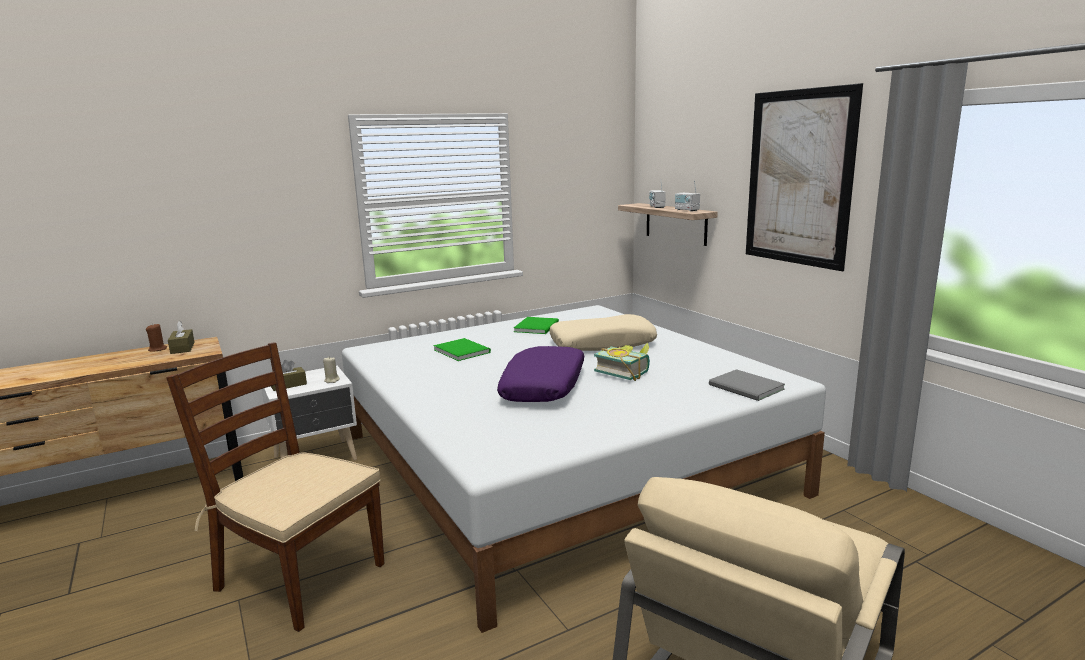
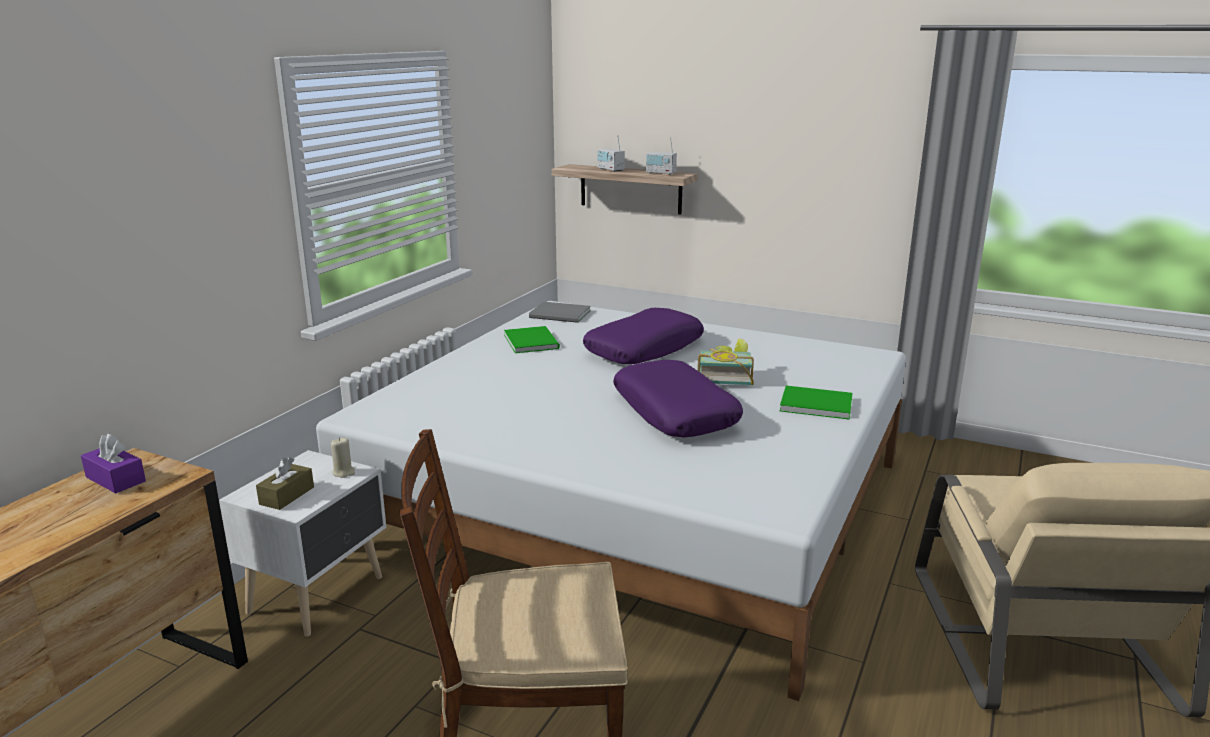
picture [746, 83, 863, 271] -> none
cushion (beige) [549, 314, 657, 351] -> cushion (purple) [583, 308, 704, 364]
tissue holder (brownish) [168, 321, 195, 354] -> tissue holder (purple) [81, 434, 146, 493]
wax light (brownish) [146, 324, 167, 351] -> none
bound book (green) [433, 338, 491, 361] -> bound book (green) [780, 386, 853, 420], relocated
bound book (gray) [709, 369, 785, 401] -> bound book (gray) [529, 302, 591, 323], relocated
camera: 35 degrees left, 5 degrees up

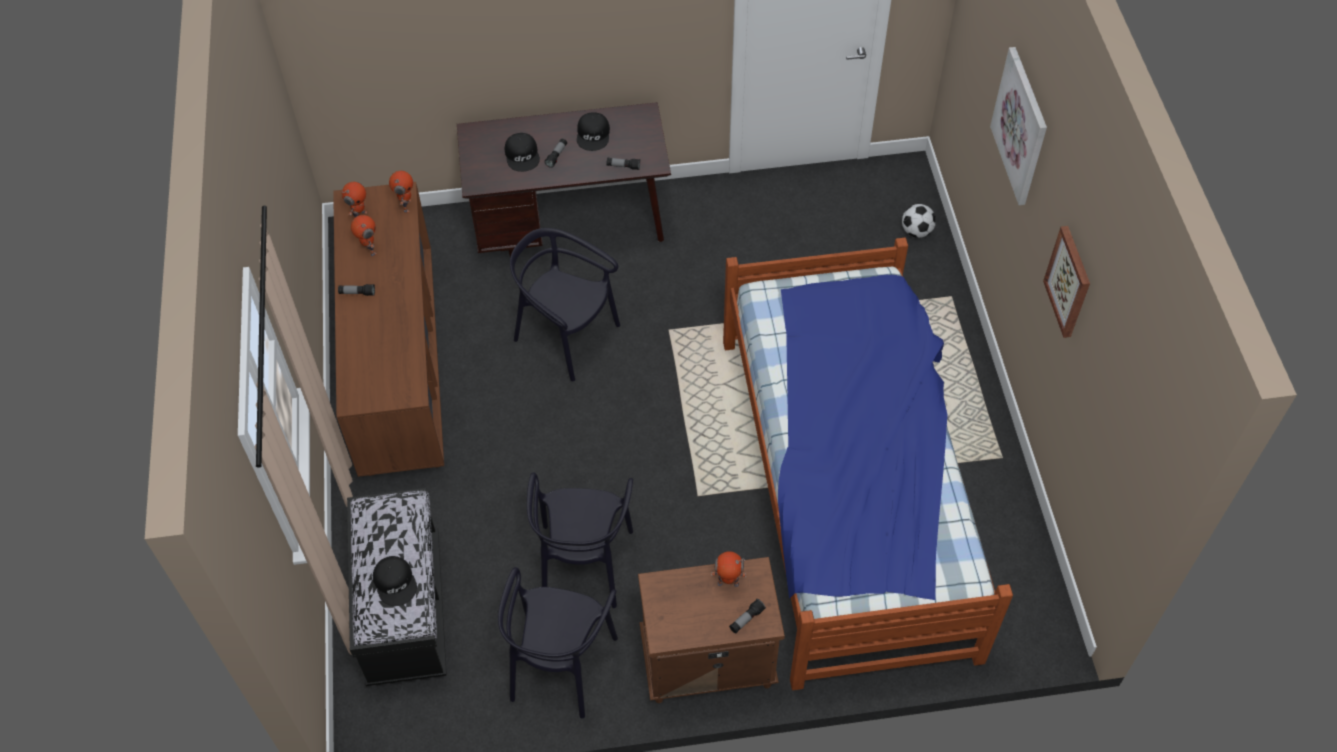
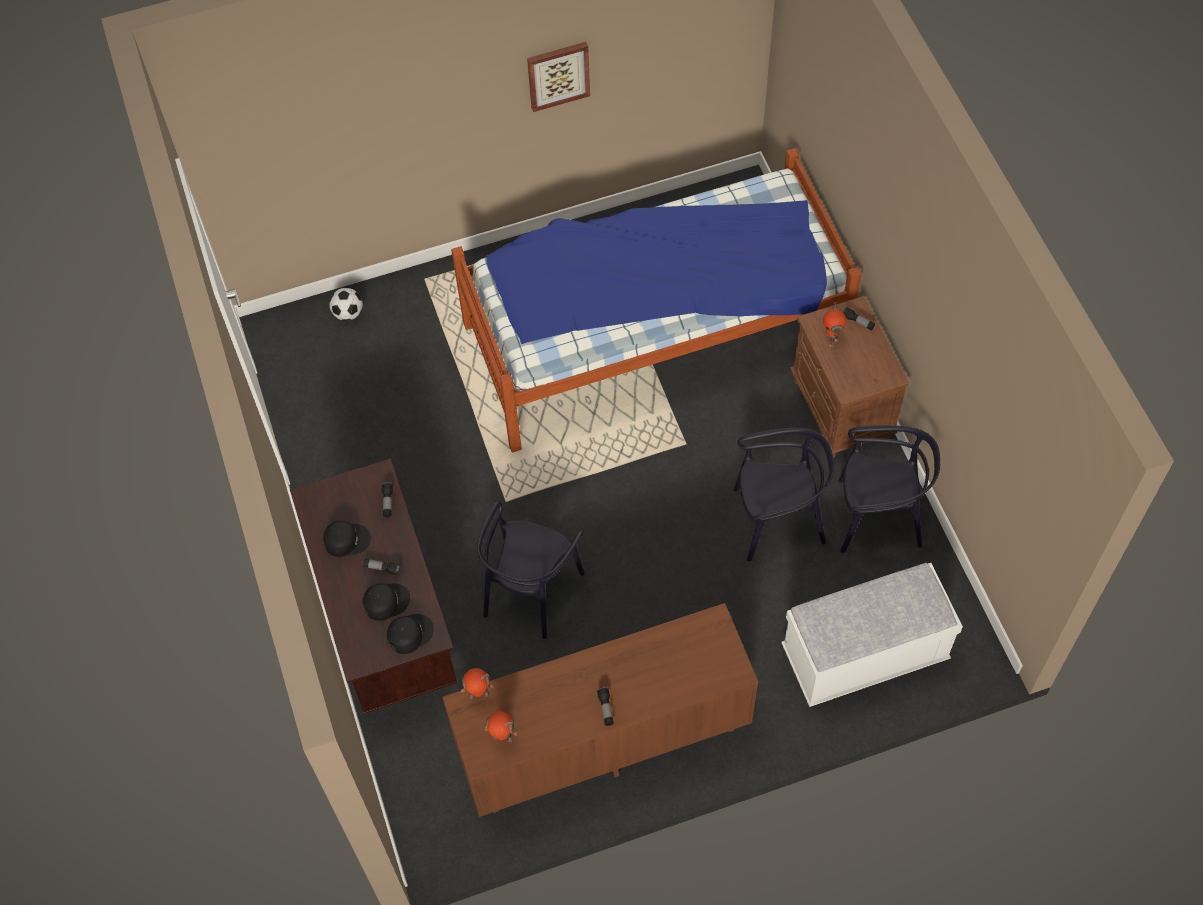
picture [990, 47, 1047, 205] -> none
toy robot [351, 215, 377, 256] -> none
indoor bench (black-coloured) [347, 488, 447, 686] -> indoor bench (white-coloured) [782, 563, 963, 707]
cap (black-coloured) [373, 556, 417, 606] -> cap (black-coloured) [387, 614, 434, 654], relocated
camera: 100 degrees left, 5 degrees up

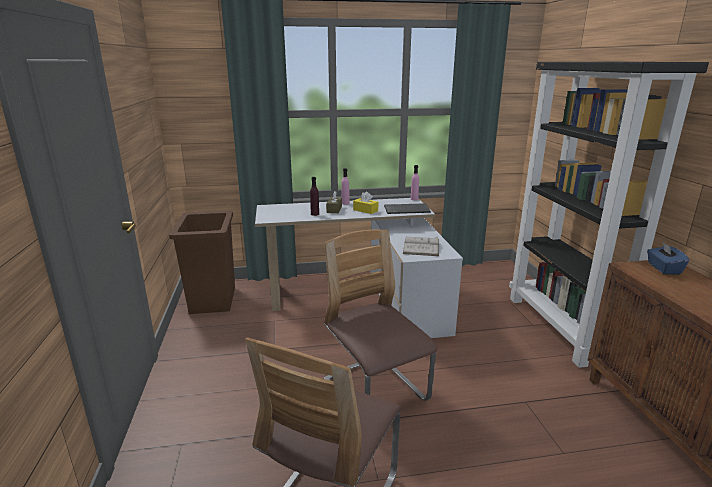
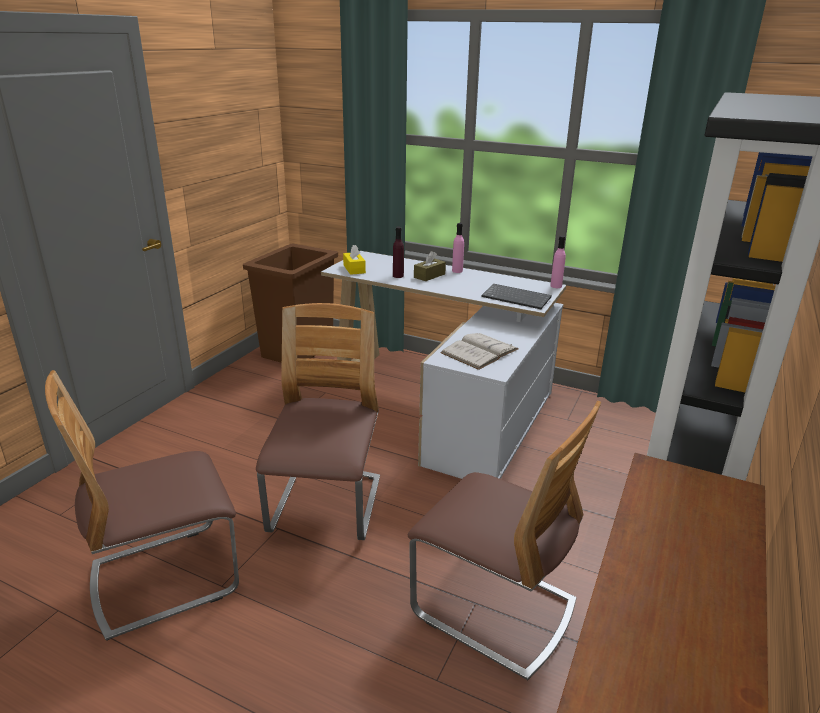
tissue holder (yellow) [353, 192, 378, 214] -> tissue holder (yellow) [343, 245, 366, 275], relocated
tissue holder (blue) [647, 242, 689, 275] -> none
none -> upright chair [408, 401, 601, 680]
camera: 35 degrees right, 5 degrees up

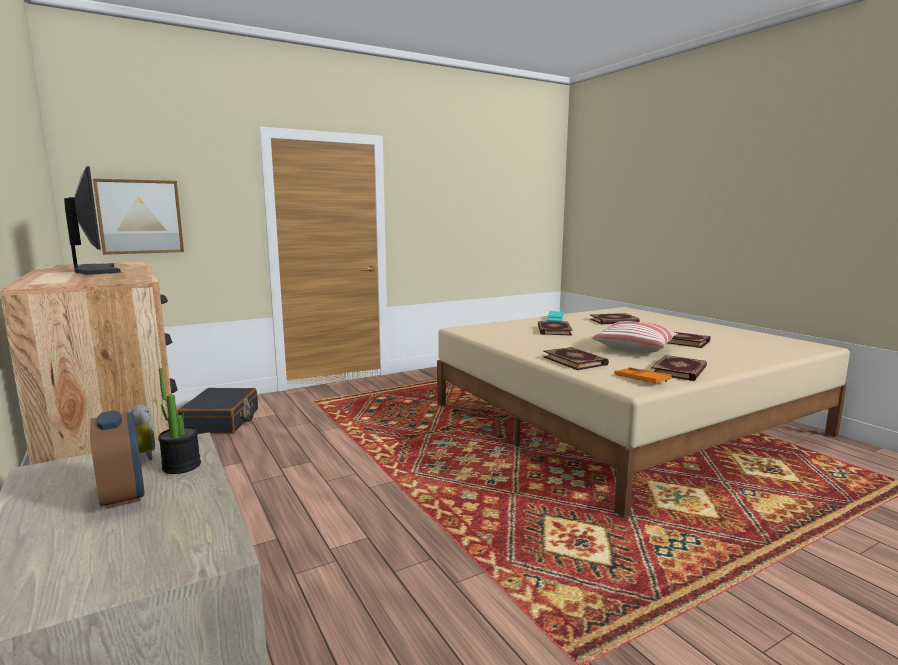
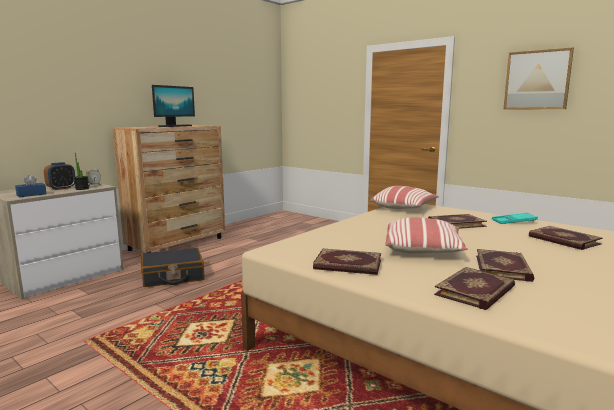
picture [93, 179, 184, 255] -> picture [504, 47, 574, 109], relocated
bound book [543, 347, 609, 370] -> bound book [434, 267, 515, 310], relocated
tray (orange-coloured) [614, 367, 672, 385] -> none
travel case (black-coloured) [177, 388, 258, 433] -> travel case (black-coloured) [141, 248, 205, 287], relocated
none -> tissue holder (blue) [15, 175, 46, 197]
none -> cushion [370, 186, 439, 209]
camera: 70 degrees right, 0 degrees up

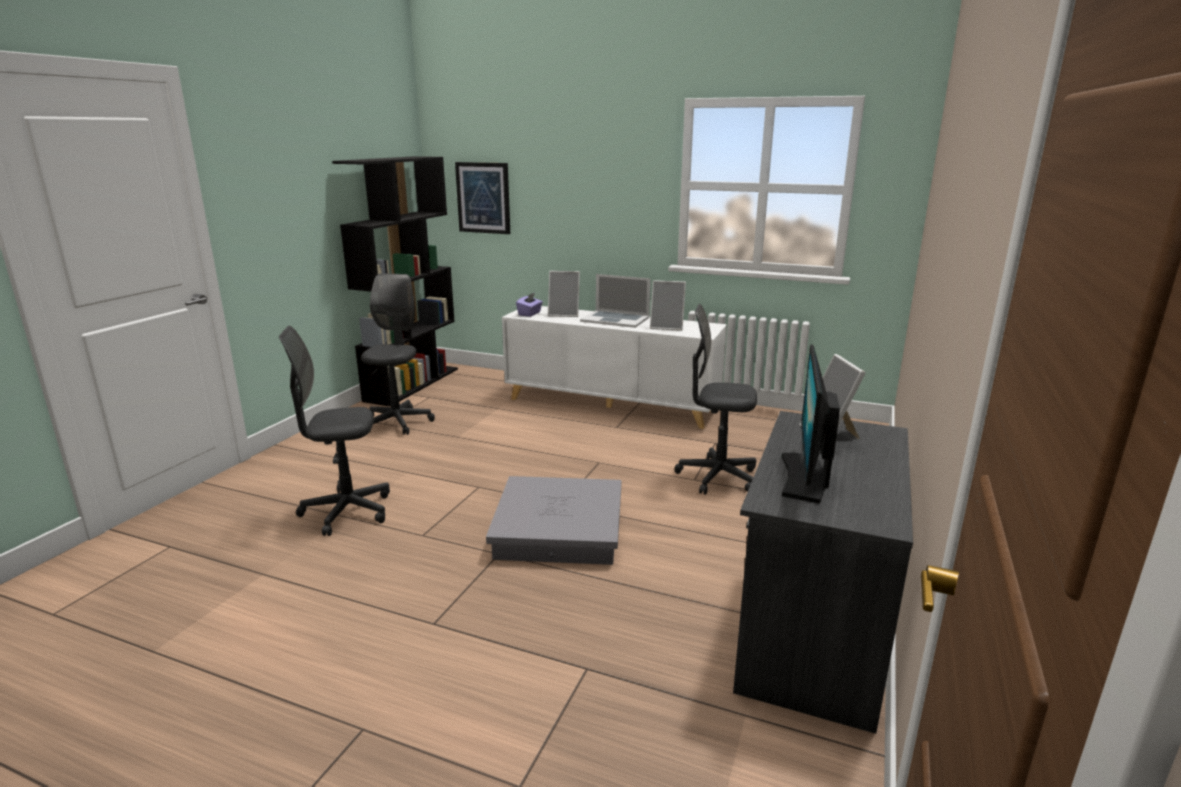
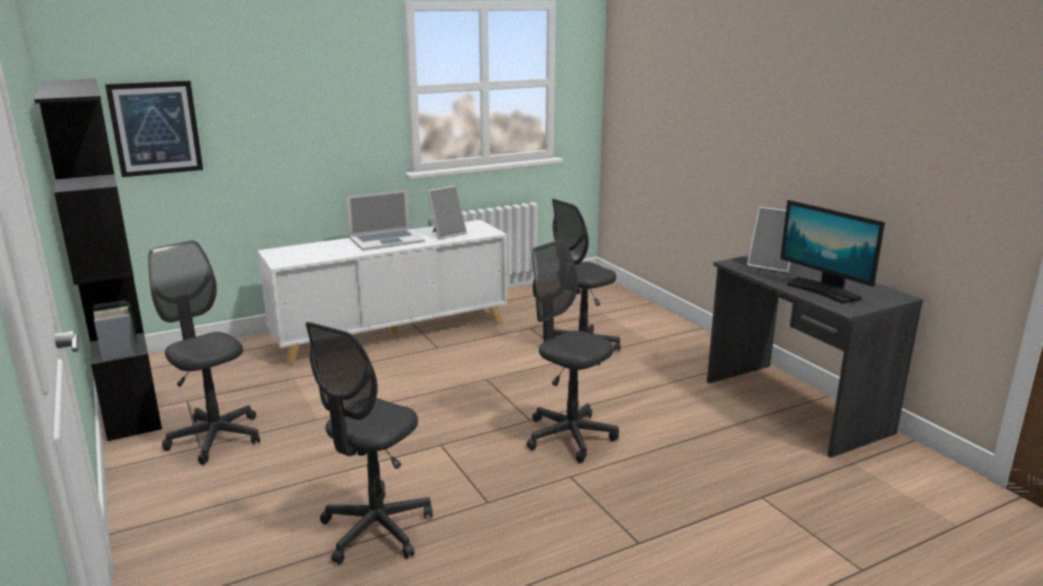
picture frame [548, 271, 580, 317] -> none
tissue holder (purple) [516, 293, 543, 317] -> none
storage box (gray) [486, 476, 621, 565] -> desk chair (gray) [527, 240, 619, 463]
camera: 50 degrees left, 0 degrees up

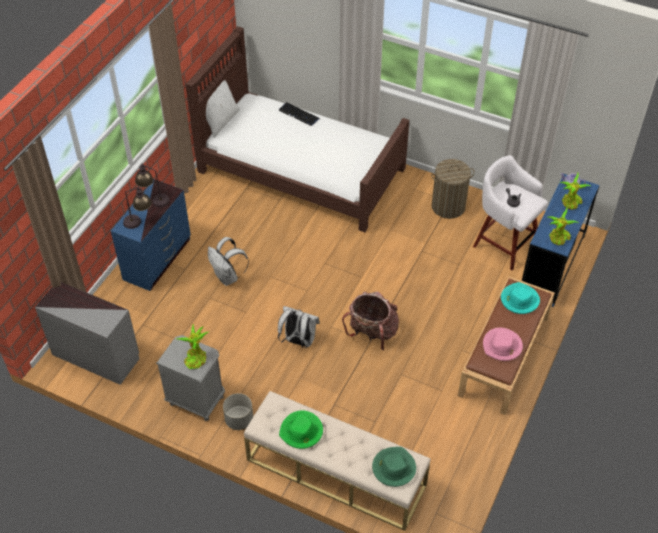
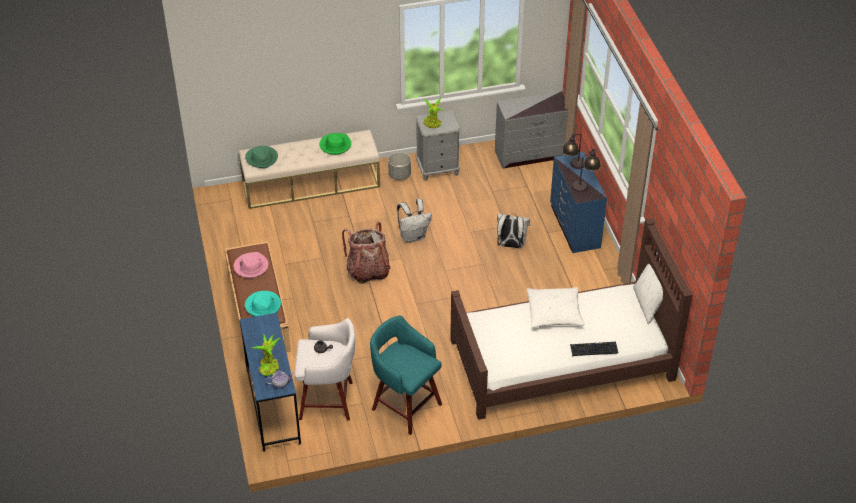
hamper [431, 159, 474, 219] -> stool seat (turquoise-coloured) [370, 316, 442, 435]
potted plant [548, 208, 578, 246] -> none
none -> cushion (white-coloured) [526, 287, 584, 328]
camera: 140 degrees right, 5 degrees down

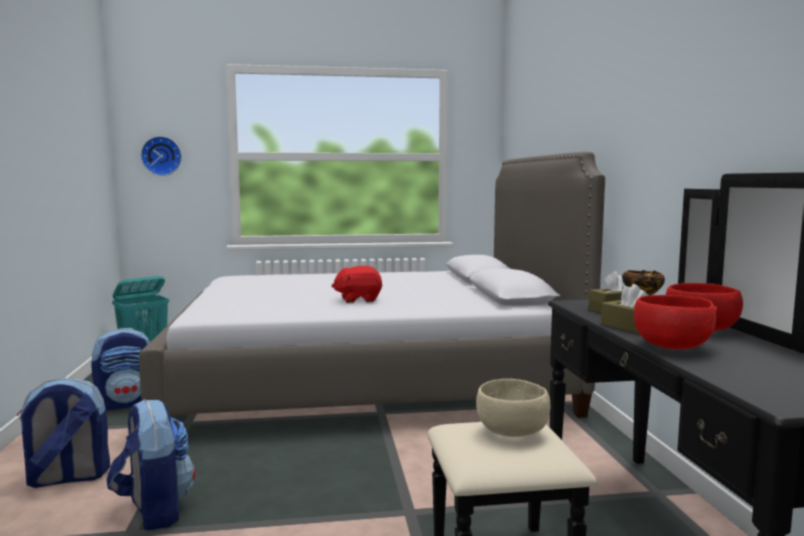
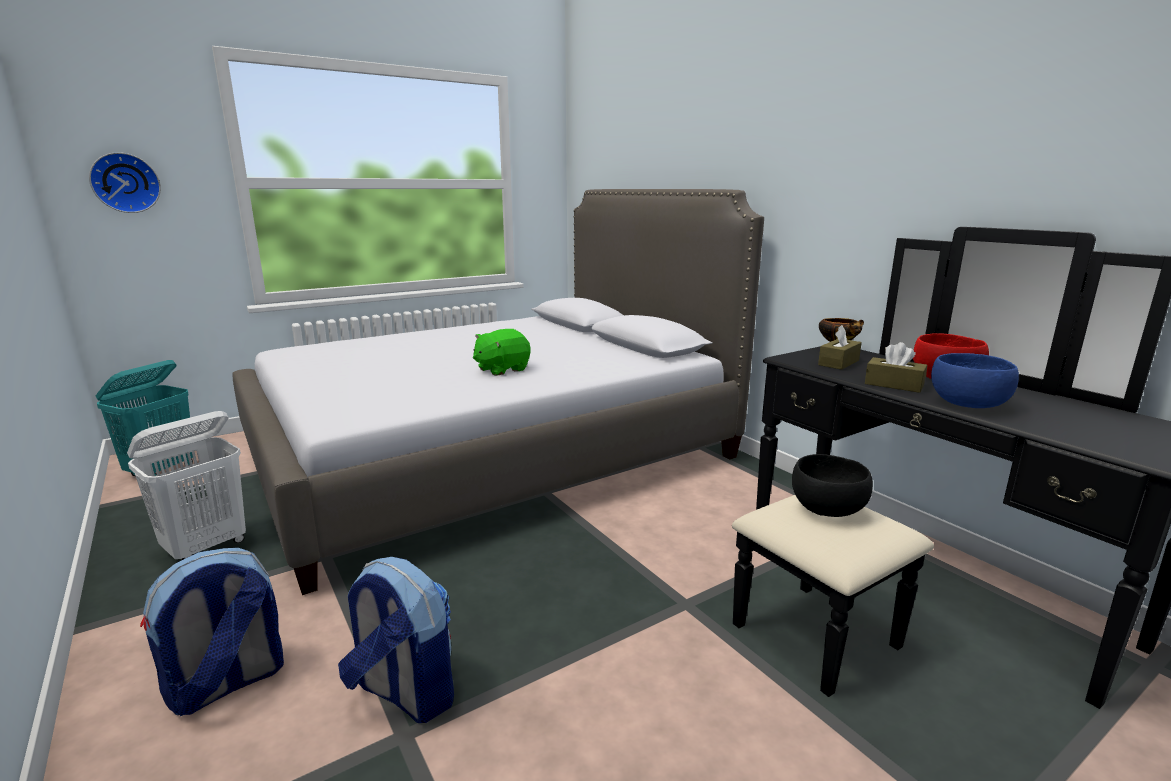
cuddly toy (reddish) [331, 266, 382, 303] -> cuddly toy (green) [473, 329, 530, 376]
serving bowl (reddish) [634, 295, 717, 349] -> serving bowl (blue) [931, 353, 1019, 408]
backpack [91, 328, 150, 410] -> hamper (white-coloured) [127, 411, 246, 560]
serving bowl (beige) [476, 379, 550, 437] -> serving bowl (black-coloured) [792, 454, 873, 517]
camera: 25 degrees left, 10 degrees up

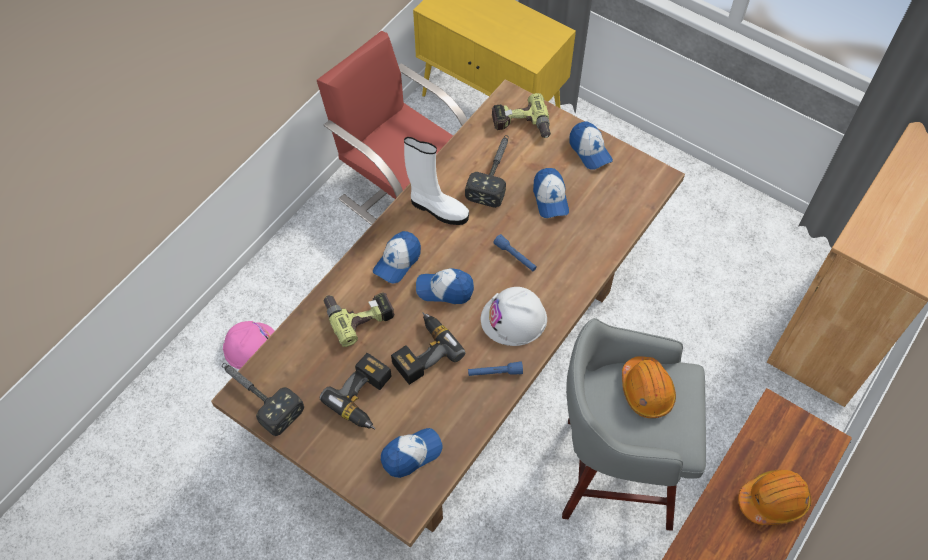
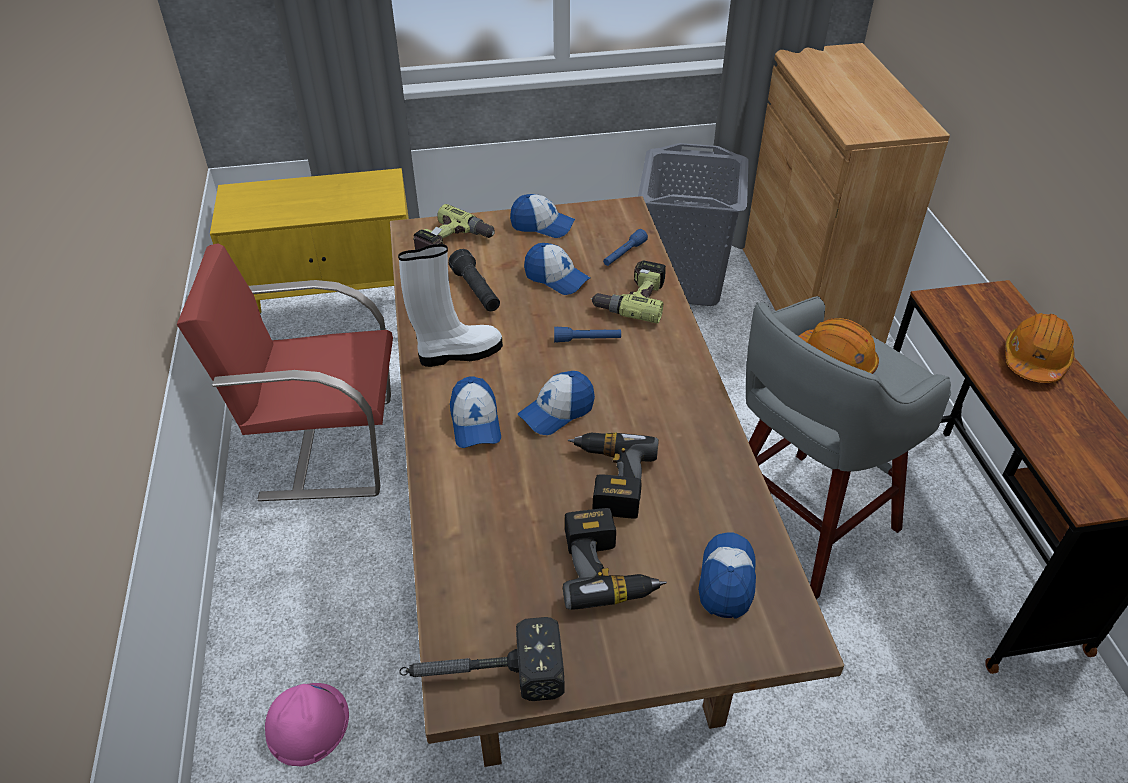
hammer [465, 135, 509, 208] -> torch (black-coloured) [448, 249, 500, 312]
hard hat (white-coloured) [481, 287, 547, 346] -> none
electric drill [324, 292, 395, 347] -> electric drill [591, 260, 666, 323], relocated
torch (blue) [468, 361, 523, 376] -> torch (blue) [603, 229, 648, 266], relocated
none -> hamper (gray) [638, 143, 749, 306]
camera: 45 degrees left, 15 degrees down

